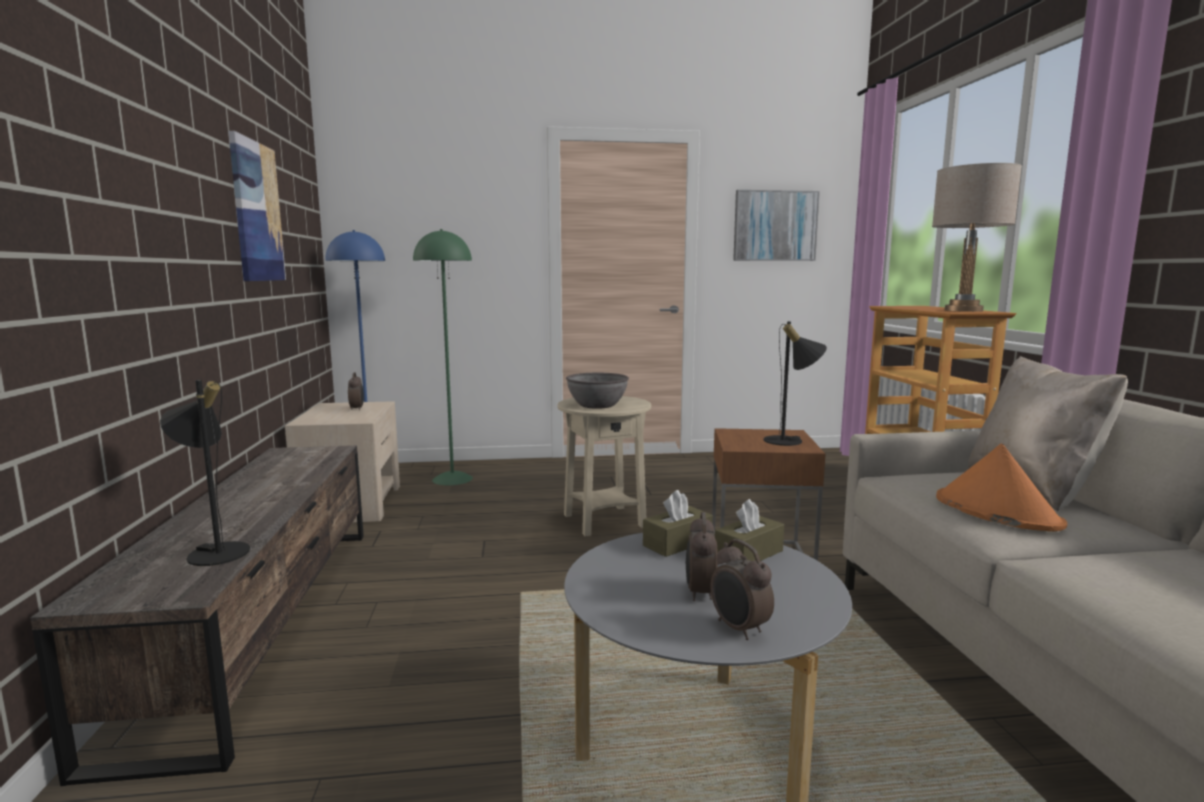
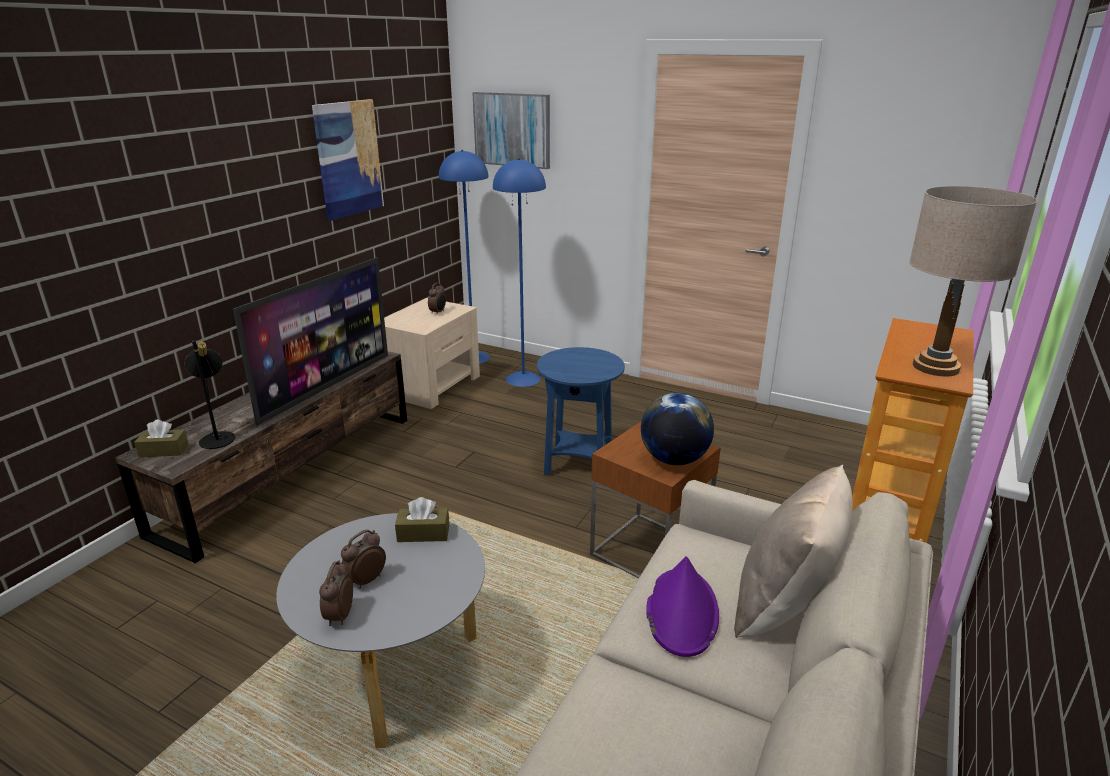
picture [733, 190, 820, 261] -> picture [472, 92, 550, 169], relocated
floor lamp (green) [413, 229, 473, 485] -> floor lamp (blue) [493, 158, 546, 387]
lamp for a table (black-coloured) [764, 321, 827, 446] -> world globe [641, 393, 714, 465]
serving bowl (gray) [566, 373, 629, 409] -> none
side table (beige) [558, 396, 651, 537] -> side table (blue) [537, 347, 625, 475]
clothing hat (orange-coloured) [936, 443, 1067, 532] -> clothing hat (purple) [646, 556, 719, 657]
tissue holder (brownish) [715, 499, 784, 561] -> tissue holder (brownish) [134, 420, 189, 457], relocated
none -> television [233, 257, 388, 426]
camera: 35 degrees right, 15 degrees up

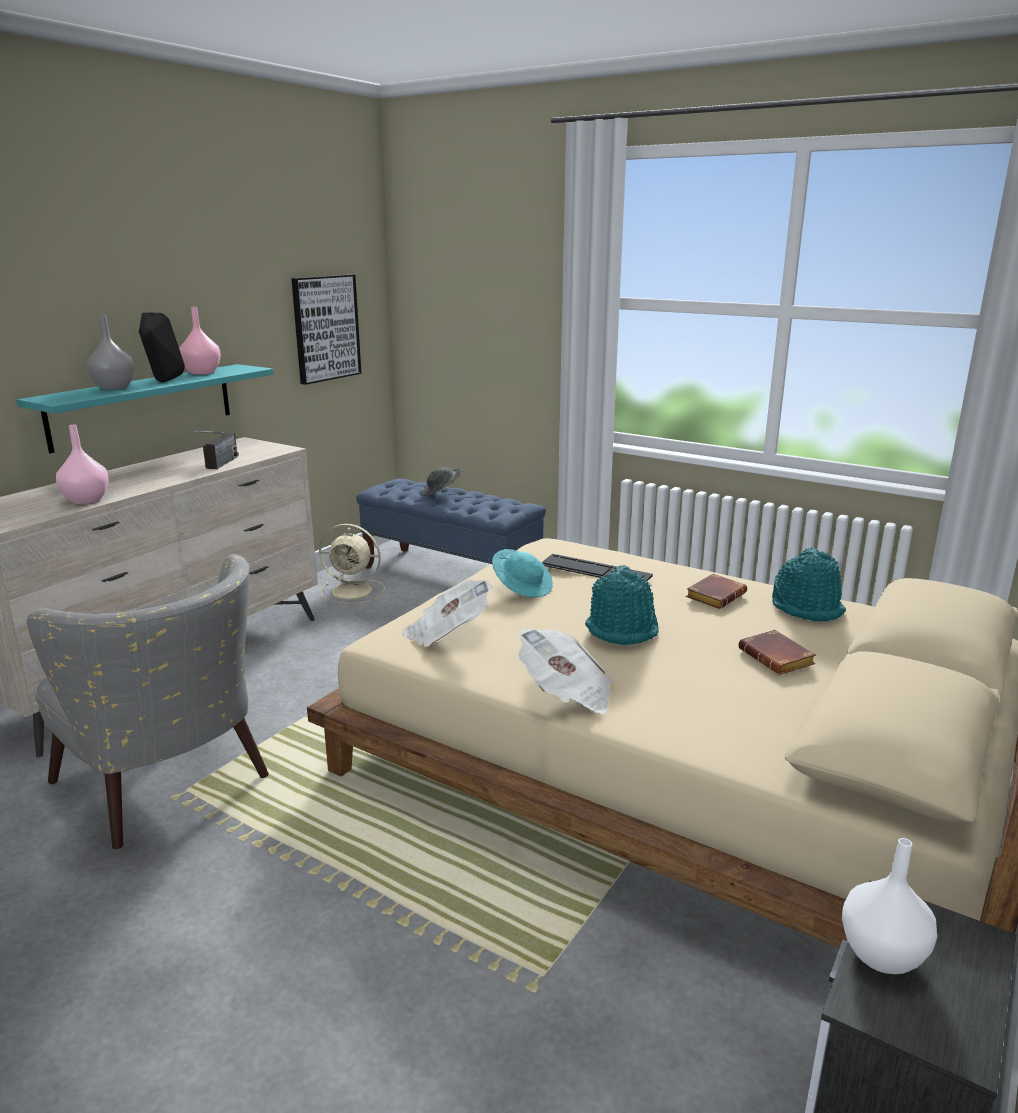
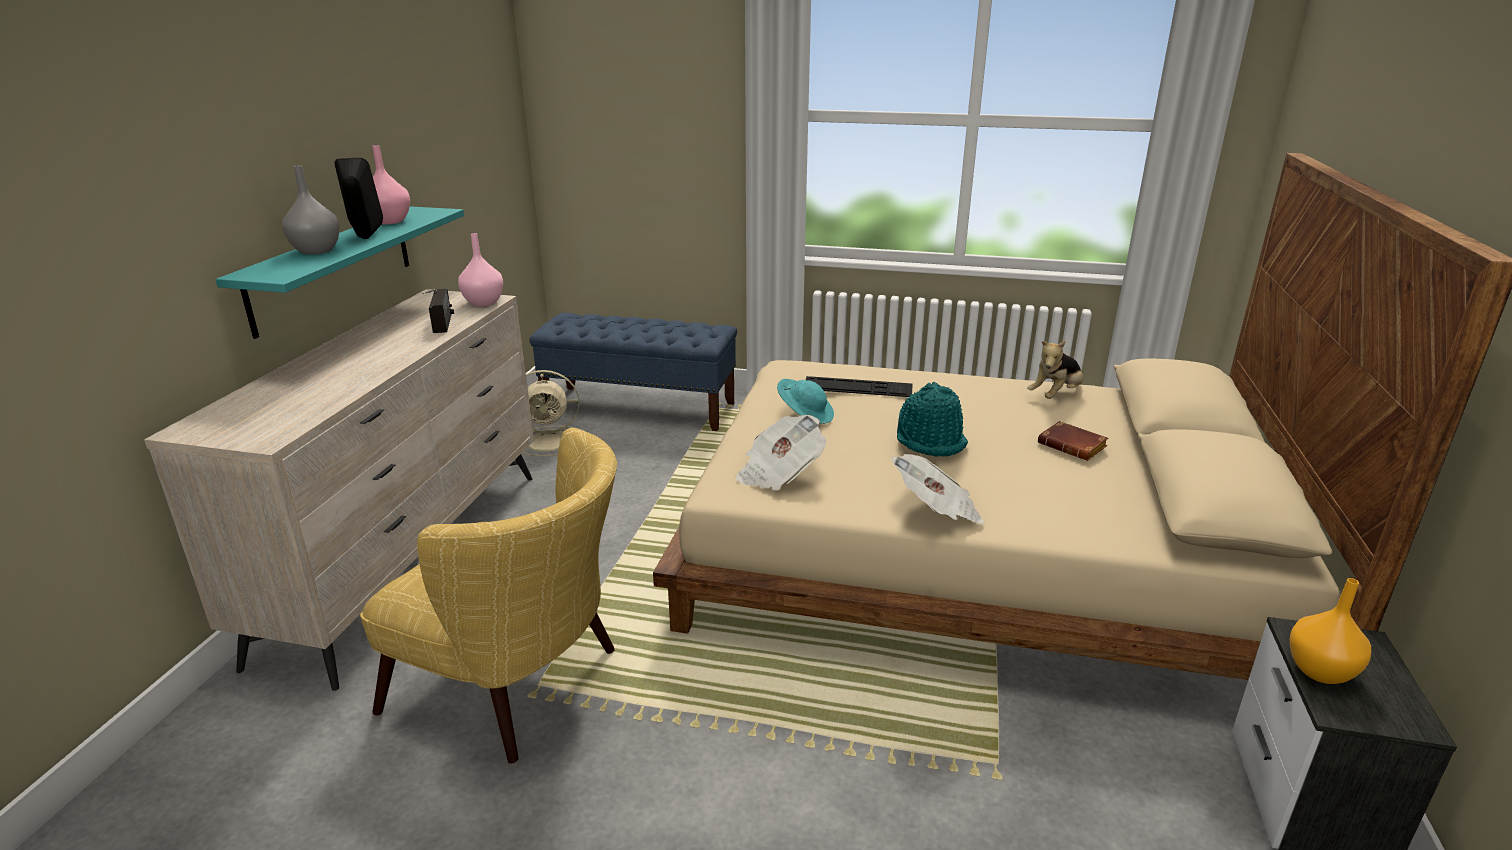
picture [291, 274, 361, 385] -> none
vase (pinkish) [56, 425, 109, 504] -> vase (pinkish) [458, 233, 503, 306], relocated
clothing hat (gray) [422, 467, 462, 496] -> none
clothing hat (turquoise-coloured) [772, 547, 846, 622] -> cuddly toy [1027, 340, 1083, 399]
armchair (gray) [27, 554, 269, 849] -> armchair (yellow) [360, 428, 617, 764]
bound book (brownish) [686, 574, 747, 609] -> none
vase (white-coloured) [842, 838, 937, 974] -> vase (orange-coloured) [1289, 578, 1371, 684]
camera: 20 degrees left, 5 degrees up

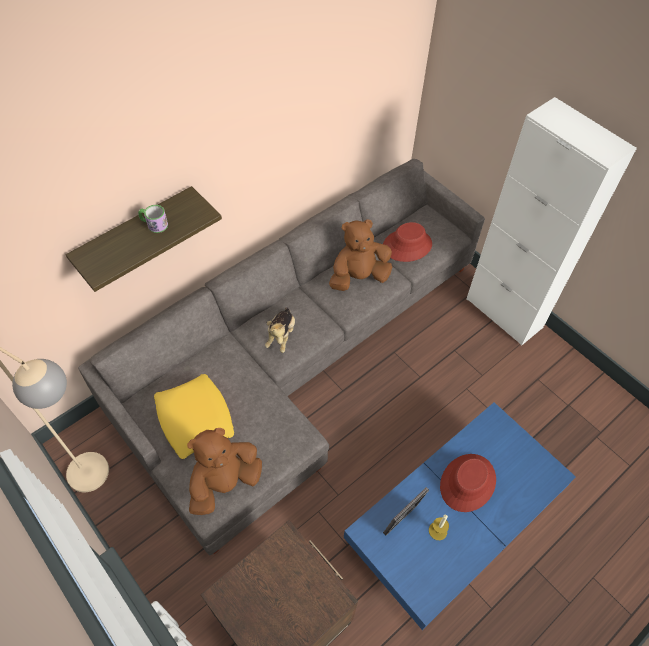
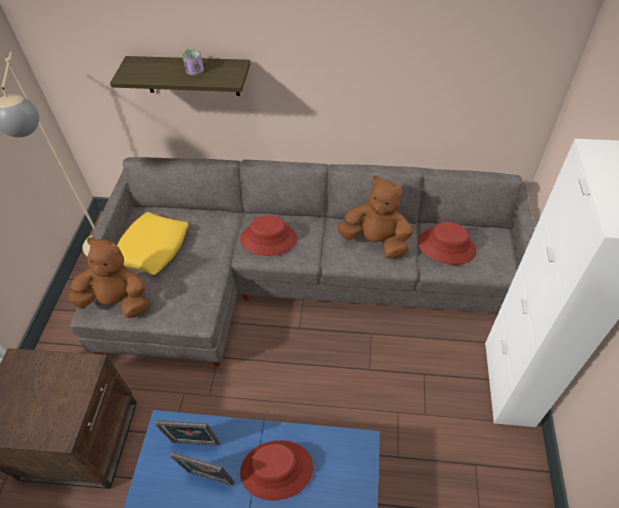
cuddly toy [265, 307, 295, 353] -> clothing hat (reddish) [240, 215, 297, 256]
wax light [429, 515, 449, 540] -> picture frame [170, 452, 235, 486]
camera: 50 degrees right, 5 degrees down

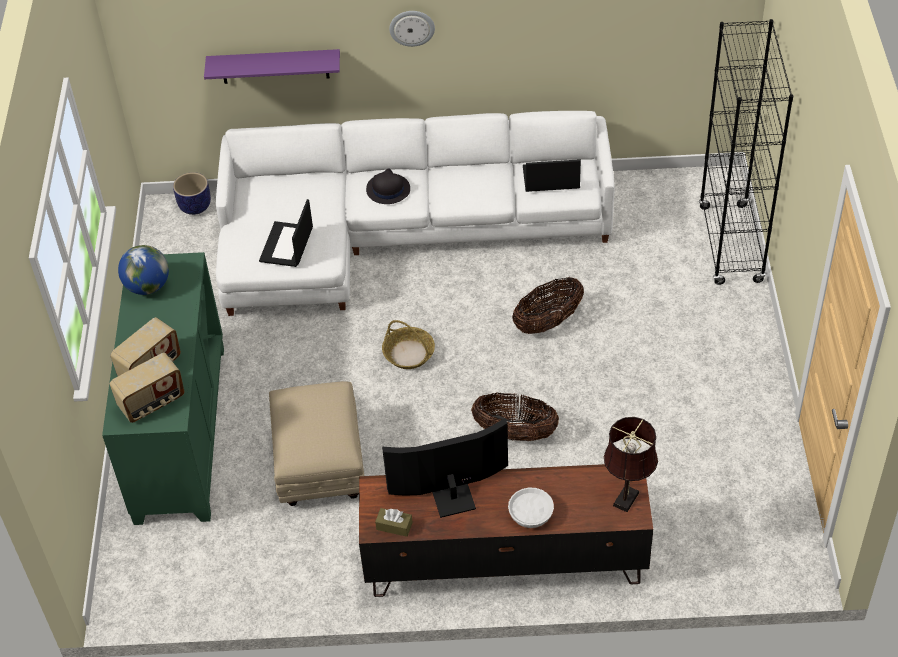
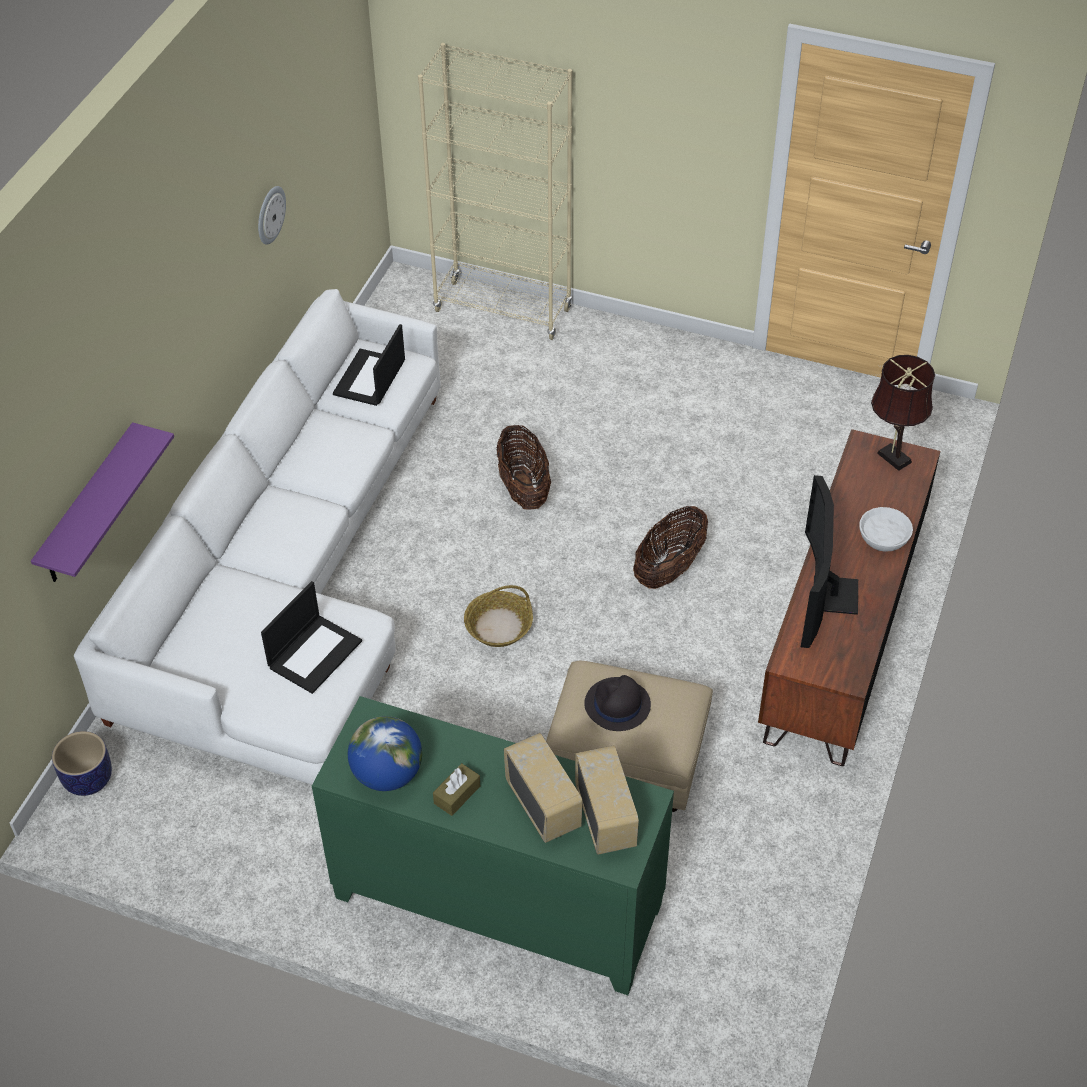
wall clock [389, 11, 435, 47] -> wall clock [258, 186, 286, 245], relocated
shelving unit (black-coloured) [699, 19, 793, 285] -> shelving unit (beige) [418, 43, 572, 340]
clothing hat (black-coloured) [366, 168, 410, 204] -> clothing hat (black-coloured) [584, 675, 651, 731], relocated
laptop [259, 199, 313, 267] -> laptop [261, 581, 362, 694], 90 degrees counterclockwise
tissue holder (brownish) [375, 508, 413, 537] -> tissue holder (brownish) [433, 763, 480, 816], relocated
camera: 70 degrees left, 0 degrees up

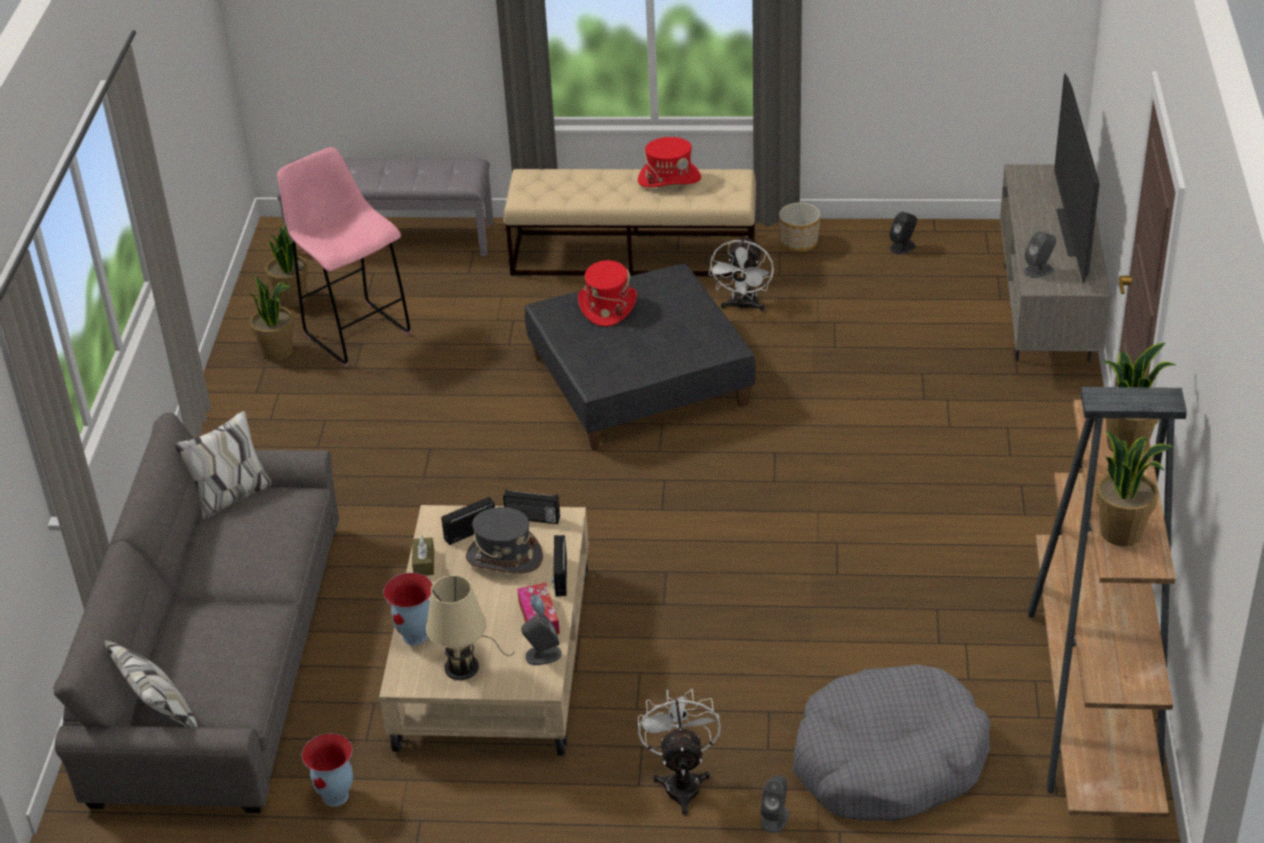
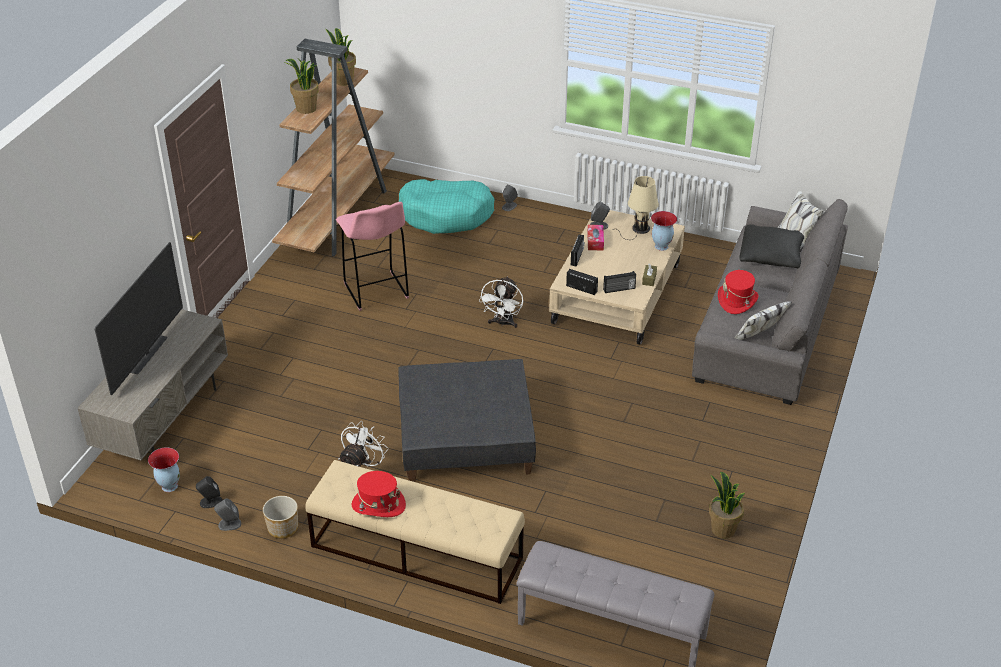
stool seat (pinkish) [277, 147, 411, 367] -> stool seat (pinkish) [336, 202, 409, 311], relocated
potted plant [265, 223, 308, 307] -> none
loudspeaker (gray) [1024, 231, 1056, 278] -> loudspeaker (gray) [214, 498, 241, 531], relocated
clothing hat (reddish) [578, 260, 637, 327] -> clothing hat (reddish) [718, 270, 759, 314], relocated
clothing hat (gray) [466, 507, 543, 574] -> none
dog cushion (gray) [793, 665, 990, 821] -> dog cushion (turquoise-coloured) [399, 179, 495, 234]
cooling fan (white-coloured) [638, 689, 721, 816] -> cooling fan (white-coloured) [479, 276, 523, 328], relocated
vase [302, 733, 353, 807] -> vase [148, 448, 180, 492], relocated
none -> cushion (black-coloured) [739, 224, 804, 268]
camera: 165 degrees left, 0 degrees up

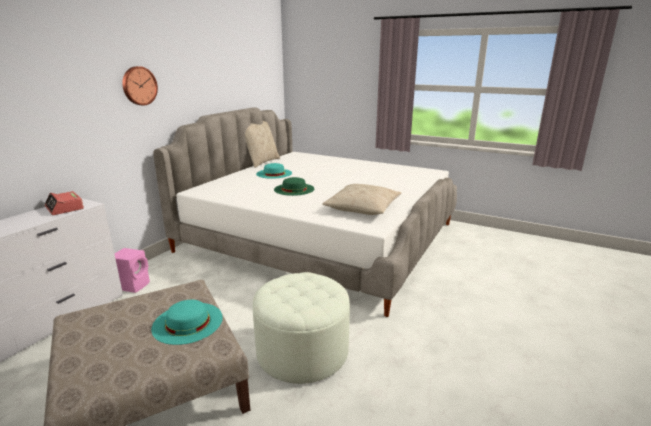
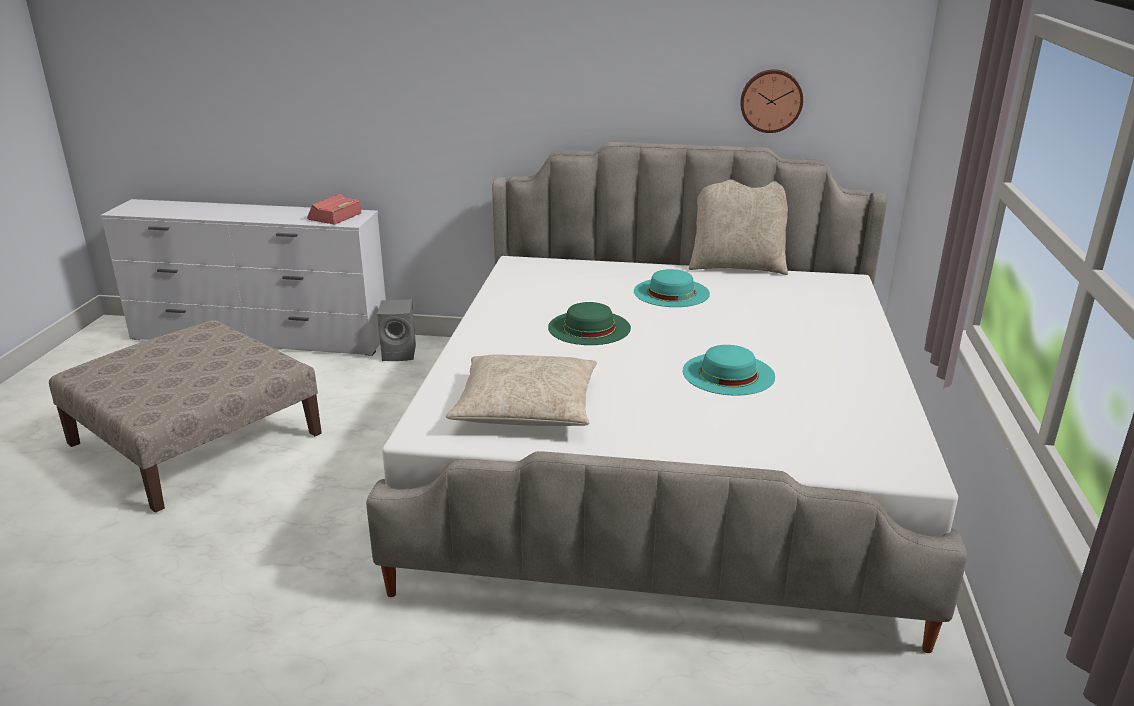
wall clock [122, 66, 158, 105] -> wall clock [740, 69, 803, 133], relocated
loudspeaker (pinkish) [115, 248, 150, 293] -> loudspeaker (gray) [377, 299, 416, 361]
footrest (white-coloured) [253, 272, 350, 384] -> none
clothing hat (turquoise-coloured) [151, 300, 223, 345] -> clothing hat (turquoise-coloured) [683, 345, 775, 396], relocated
camera: 70 degrees right, 5 degrees up

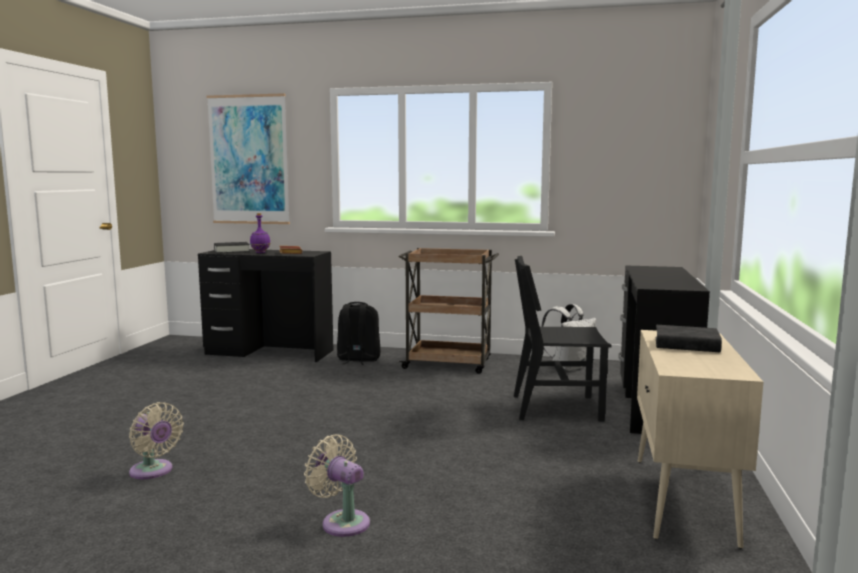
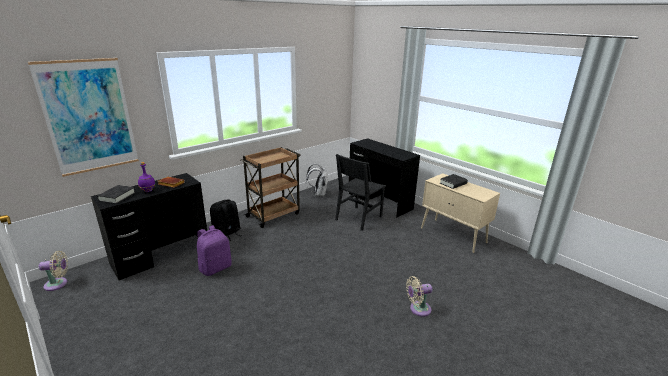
cooling fan (beige) [129, 402, 184, 479] -> cooling fan (beige) [39, 251, 68, 291], relocated
none -> backpack (purple) [197, 225, 232, 276]
camera: 55 degrees left, 15 degrees up

